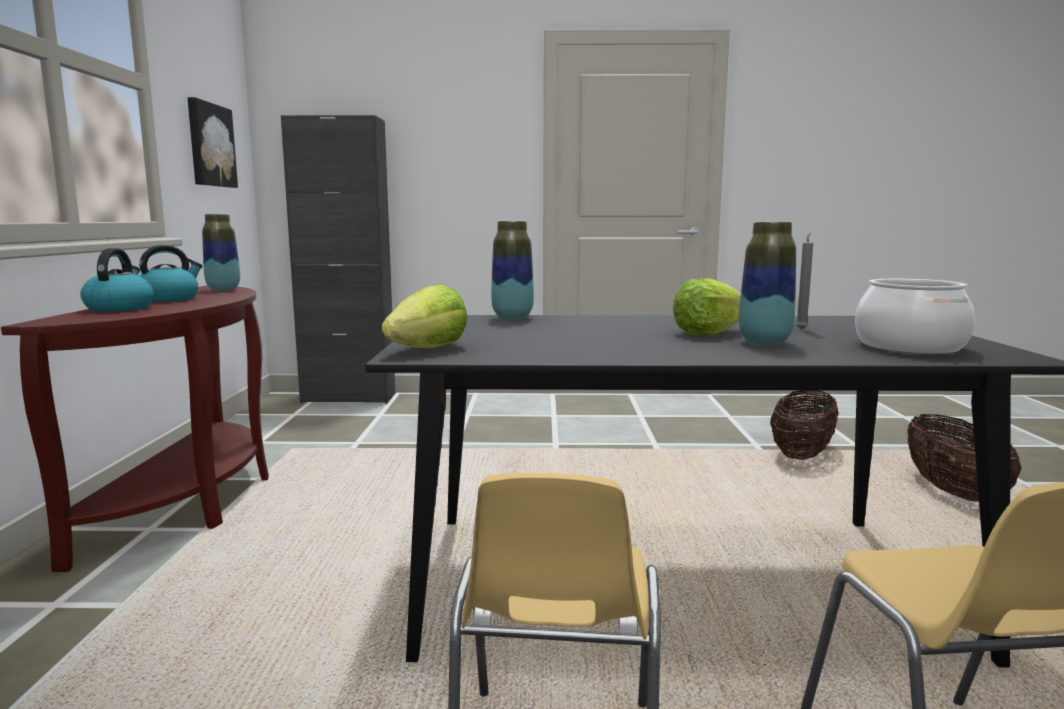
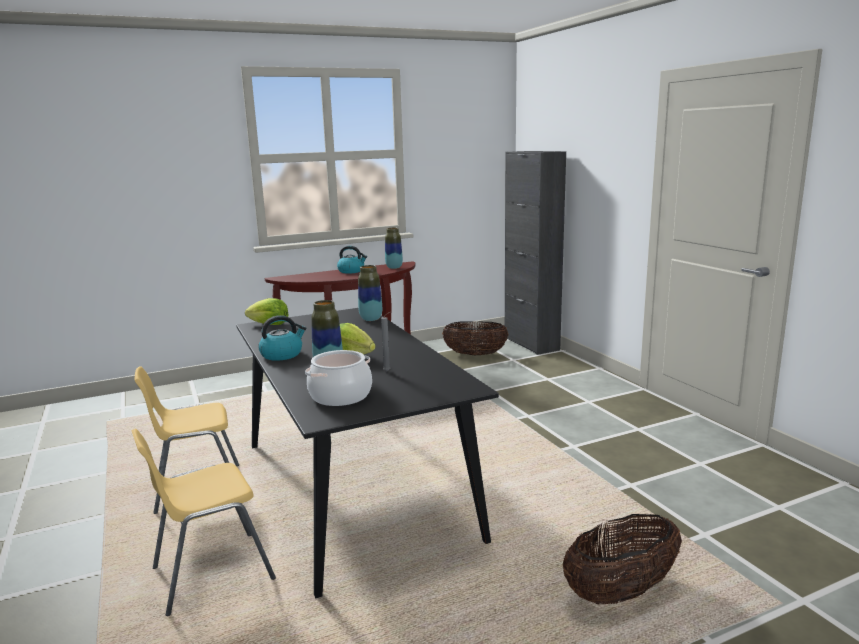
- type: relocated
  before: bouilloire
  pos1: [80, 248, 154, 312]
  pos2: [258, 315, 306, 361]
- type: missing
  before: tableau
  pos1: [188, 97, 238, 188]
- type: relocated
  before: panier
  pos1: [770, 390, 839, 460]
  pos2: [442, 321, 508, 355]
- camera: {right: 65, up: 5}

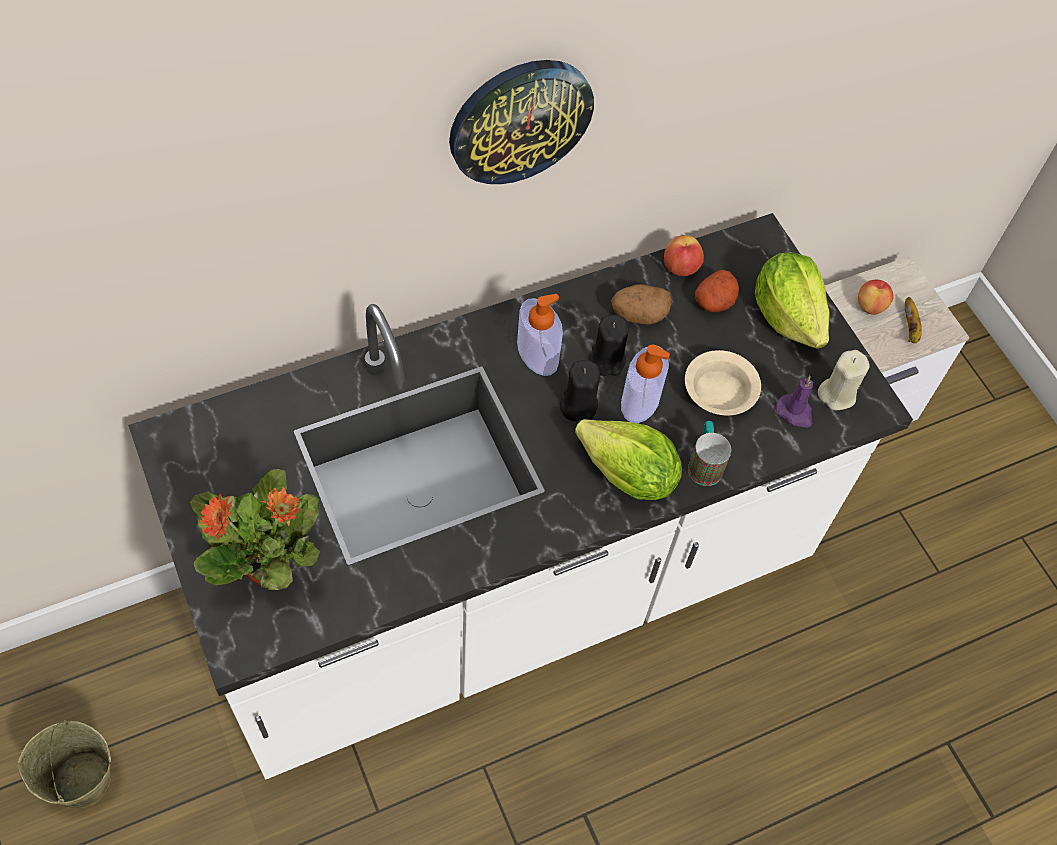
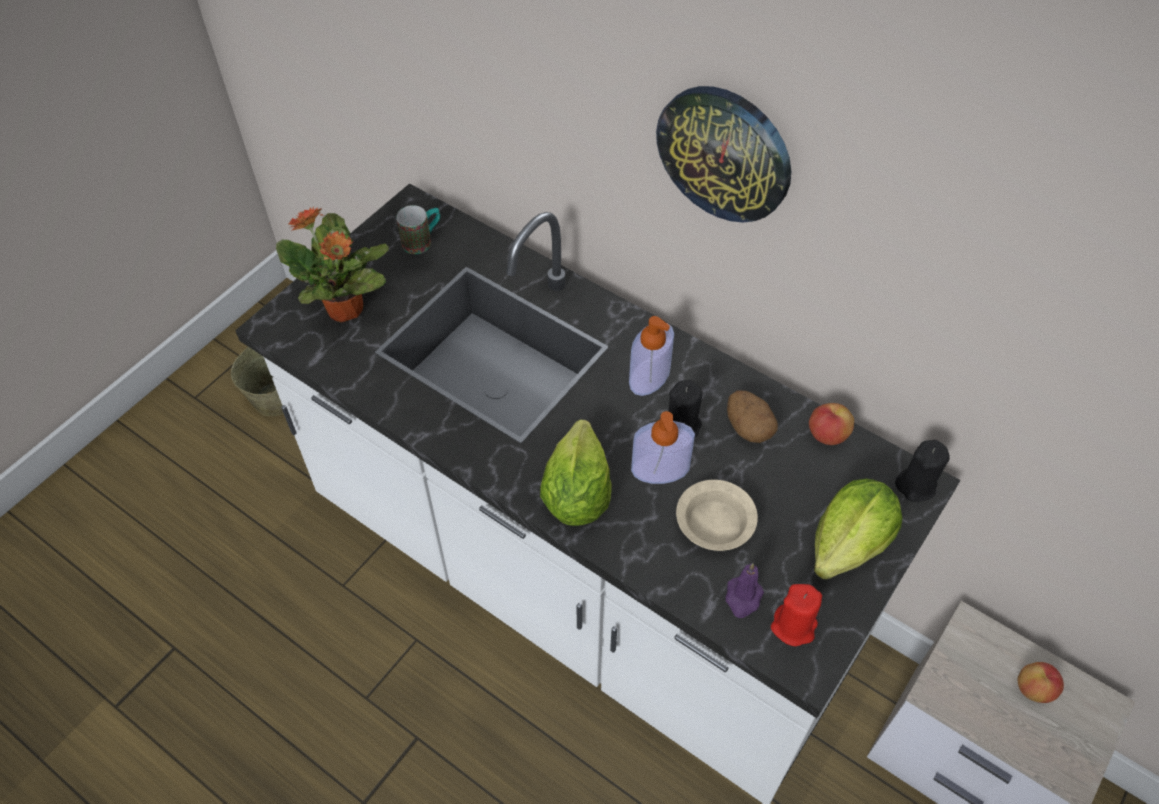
- type: relocated
  before: bougie/noir
  pos1: [560, 360, 600, 421]
  pos2: [895, 440, 950, 502]
- type: relocated
  before: mug
  pos1: [688, 421, 731, 486]
  pos2: [396, 205, 440, 254]
- type: missing
  before: pomme de terre
  pos1: [695, 270, 739, 312]
- type: colour
  before: bougie/beige
  after: bougie/rouge
  pos1: [818, 350, 869, 410]
  pos2: [771, 584, 822, 646]
- type: missing
  before: banane
  pos1: [905, 297, 922, 343]
- camera: {right: 65, up: -5}

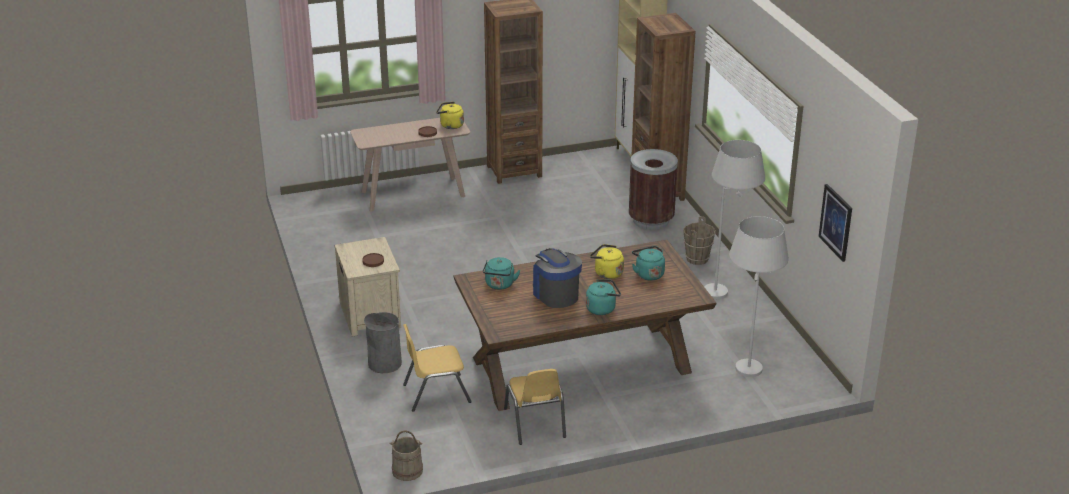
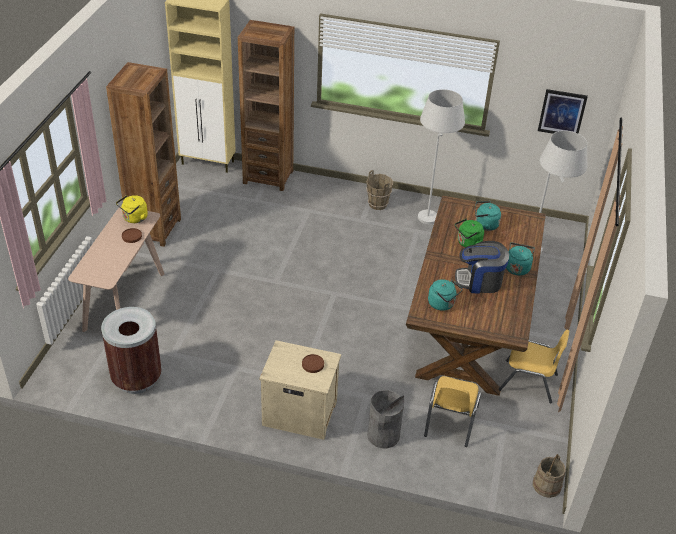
- type: colour
  before: bouilloire/jaune
  after: bouilloire/vert
  pos1: [590, 244, 624, 279]
  pos2: [455, 218, 484, 247]
- type: relocated
  before: poubelle/marron
  pos1: [629, 149, 678, 230]
  pos2: [101, 307, 162, 394]
- camera: {right: -60, up: 10}

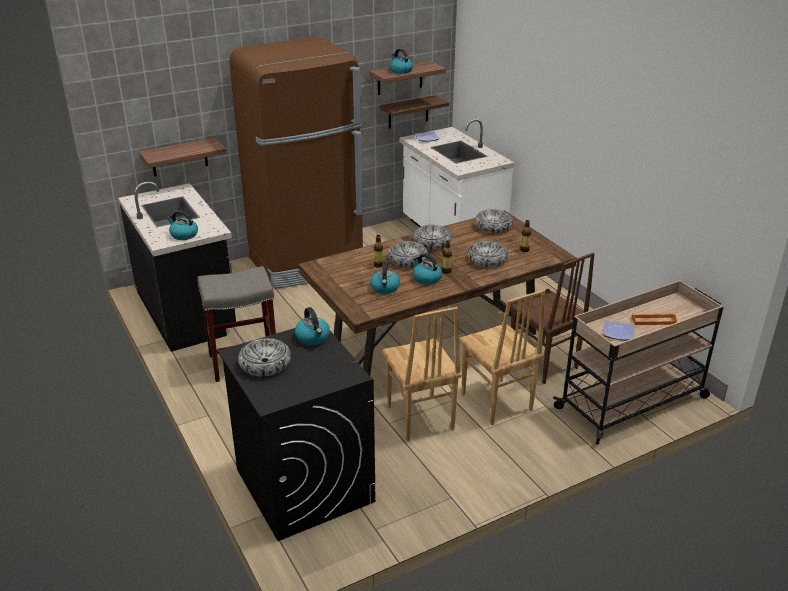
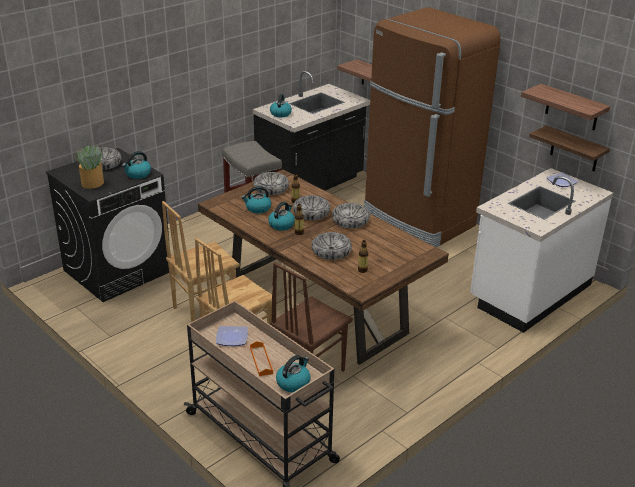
- type: relocated
  before: bouilloire
  pos1: [390, 49, 413, 74]
  pos2: [276, 355, 311, 392]
- type: relocated
  before: bol
  pos1: [475, 209, 512, 233]
  pos2: [253, 172, 289, 195]
- type: appeared
  after: plante en pot
  pos2: [74, 145, 104, 189]
- camera: {right: 75, up: 0}

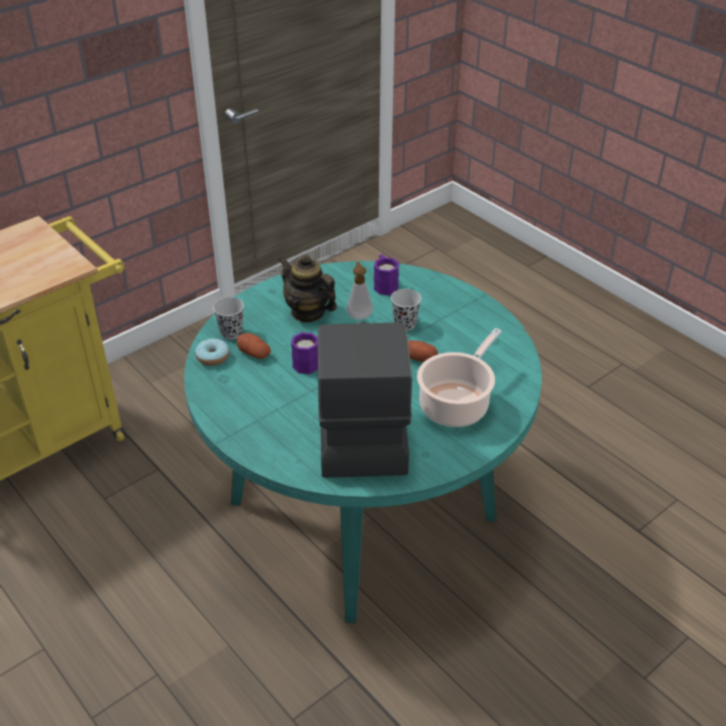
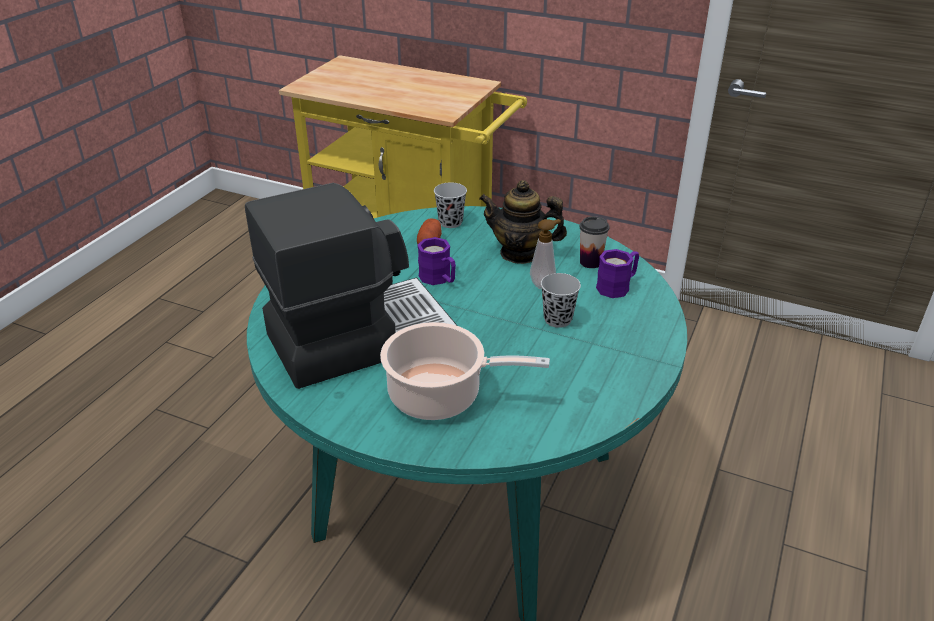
- type: missing
  before: beignet
  pos1: [195, 338, 229, 366]
- type: spun
  before: théière
  pos1: [279, 254, 337, 323]
  pos2: [479, 180, 567, 264]
  turn: -90
- type: missing
  before: pomme de terre
  pos1: [408, 340, 438, 362]
- type: appeared
  after: tasse
  pos2: [579, 216, 609, 268]
- camera: {right: 65, up: -5}

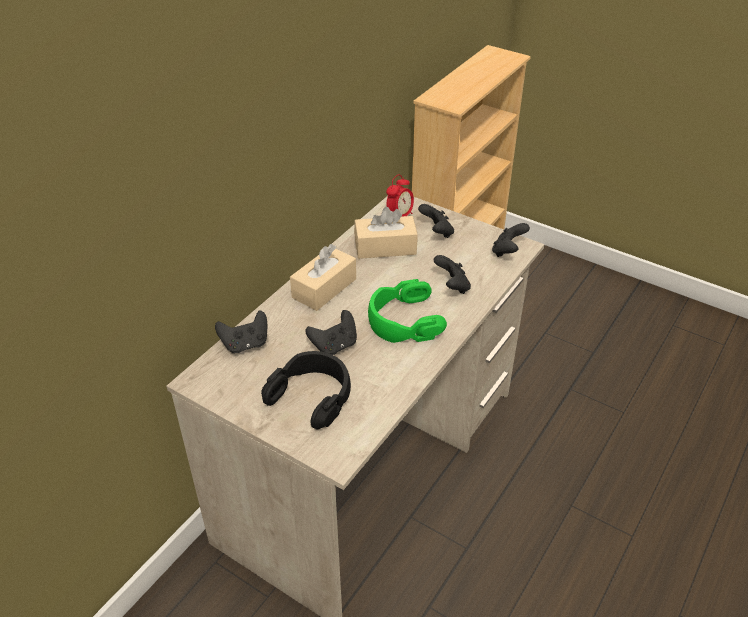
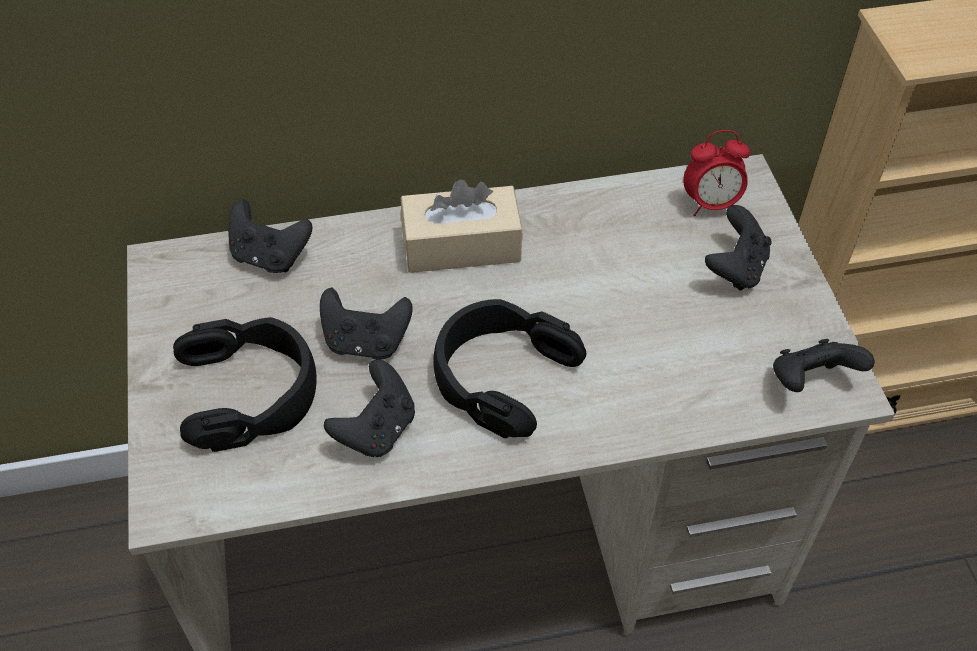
- type: missing
  before: boîte à mouchoirs/beige
  pos1: [354, 207, 418, 259]
- type: colour
  before: casque audio/vert
  after: casque audio/noir
  pos1: [368, 279, 447, 343]
  pos2: [433, 299, 587, 438]
- type: relocated
  before: manette/noir
  pos1: [434, 255, 471, 294]
  pos2: [324, 360, 415, 457]
- camera: {right: 45, up: 10}

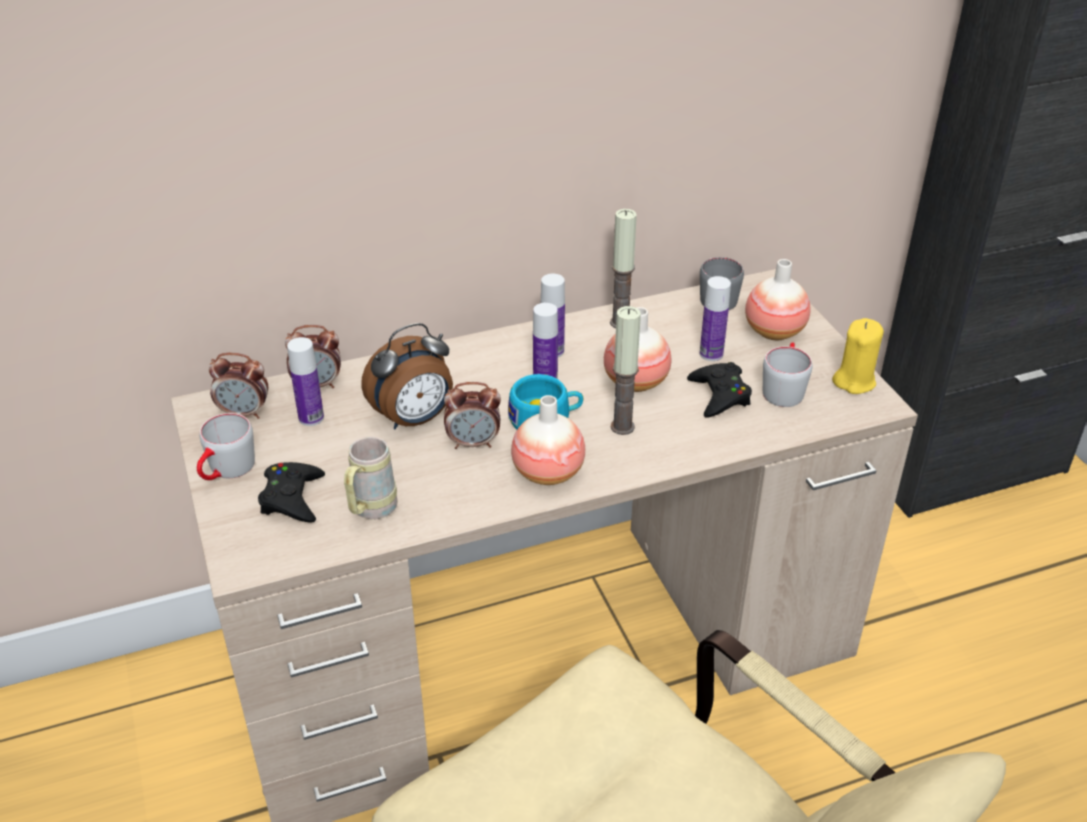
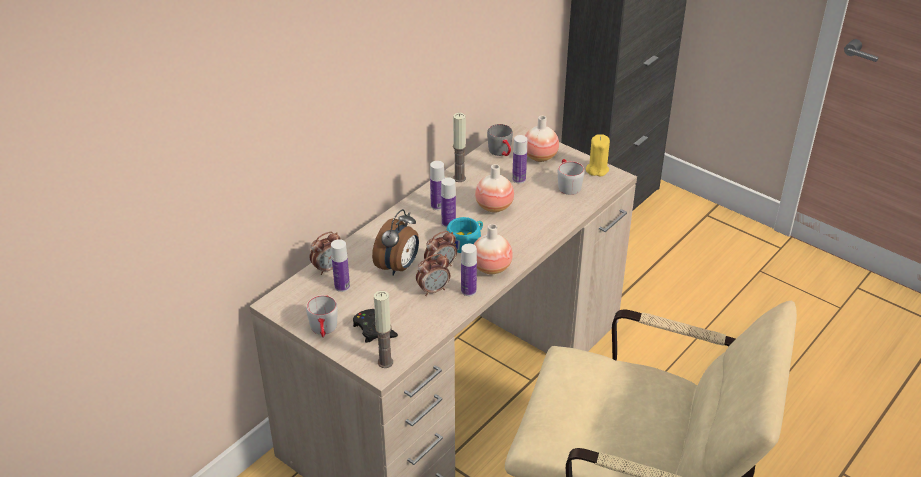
- type: relocated
  before: réveil
  pos1: [209, 353, 268, 419]
  pos2: [416, 254, 450, 296]
- type: missing
  before: mug/beige
  pos1: [344, 437, 397, 519]
- type: relocated
  before: bougie
  pos1: [611, 306, 641, 435]
  pos2: [374, 291, 393, 368]
- type: missing
  before: manette/noir
  pos1: [687, 362, 752, 417]
- type: appeared
  after: bouteille
  pos2: [461, 244, 477, 296]
- camera: {right: -30, up: 0}

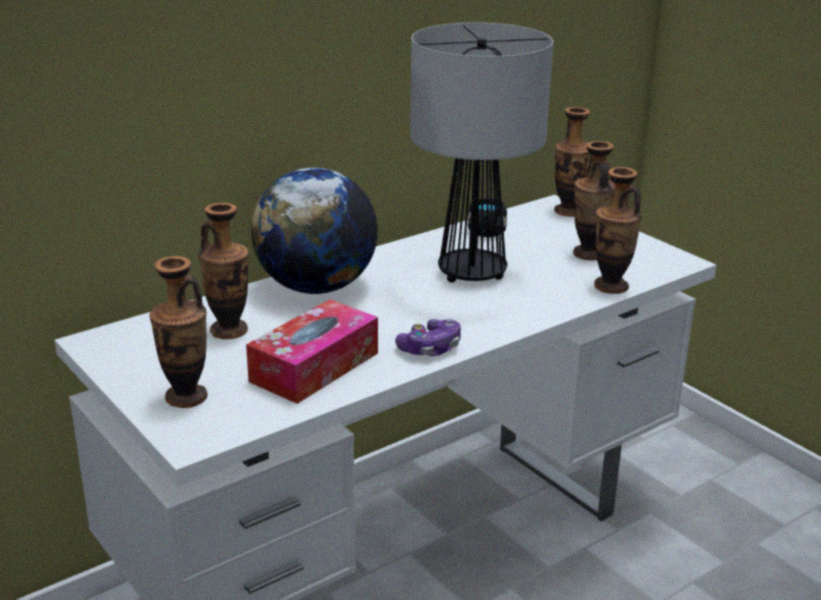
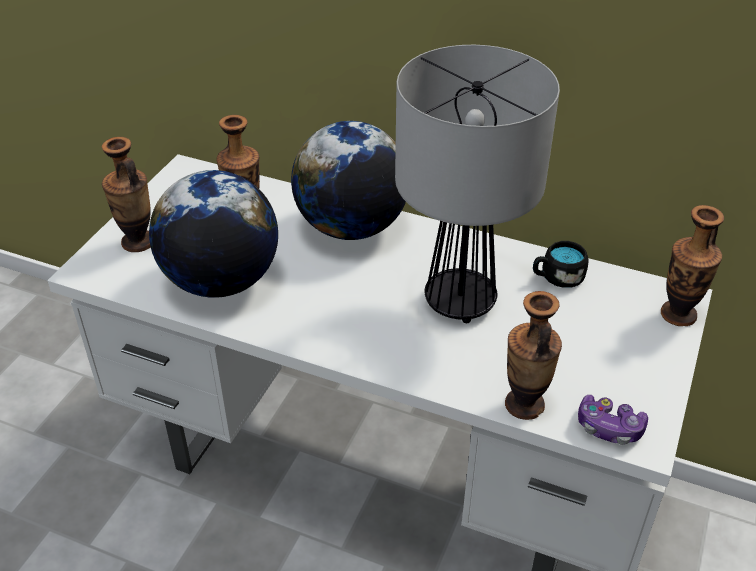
- type: exchanged
  before: boîte à mouchoirs
  after: globe
  pos1: [246, 299, 378, 404]
  pos2: [149, 170, 278, 298]
- type: relocated
  before: manette
  pos1: [395, 319, 461, 356]
  pos2: [578, 395, 648, 445]
- type: missing
  before: vase
  pos1: [573, 141, 615, 261]
- camera: {right: 60, up: 15}

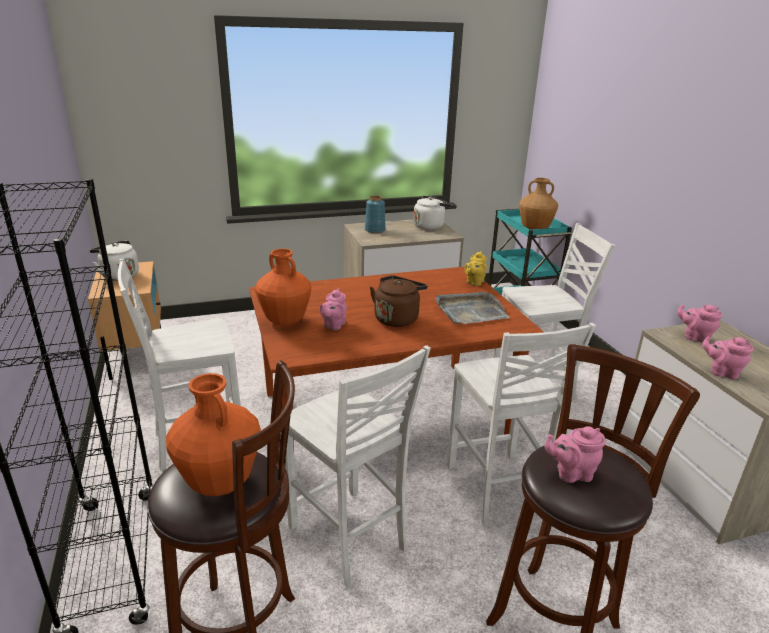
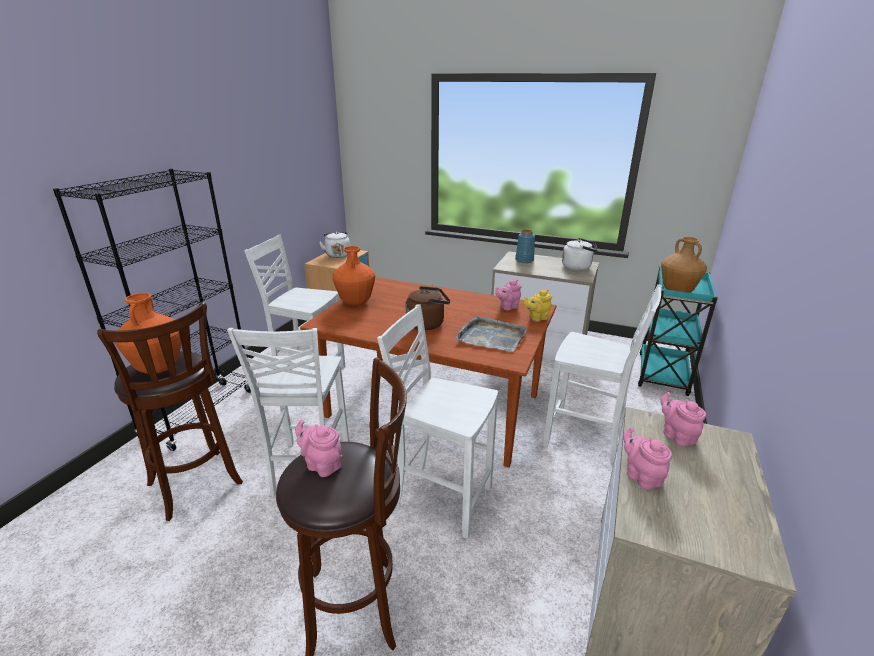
- type: relocated
  before: théière/rose
  pos1: [320, 288, 347, 330]
  pos2: [495, 280, 521, 310]
- type: spun
  before: chaise/blanc
  pos1: [447, 323, 596, 526]
  pos2: [377, 304, 498, 539]
  turn: 90
- camera: {right: 40, up: 0}

